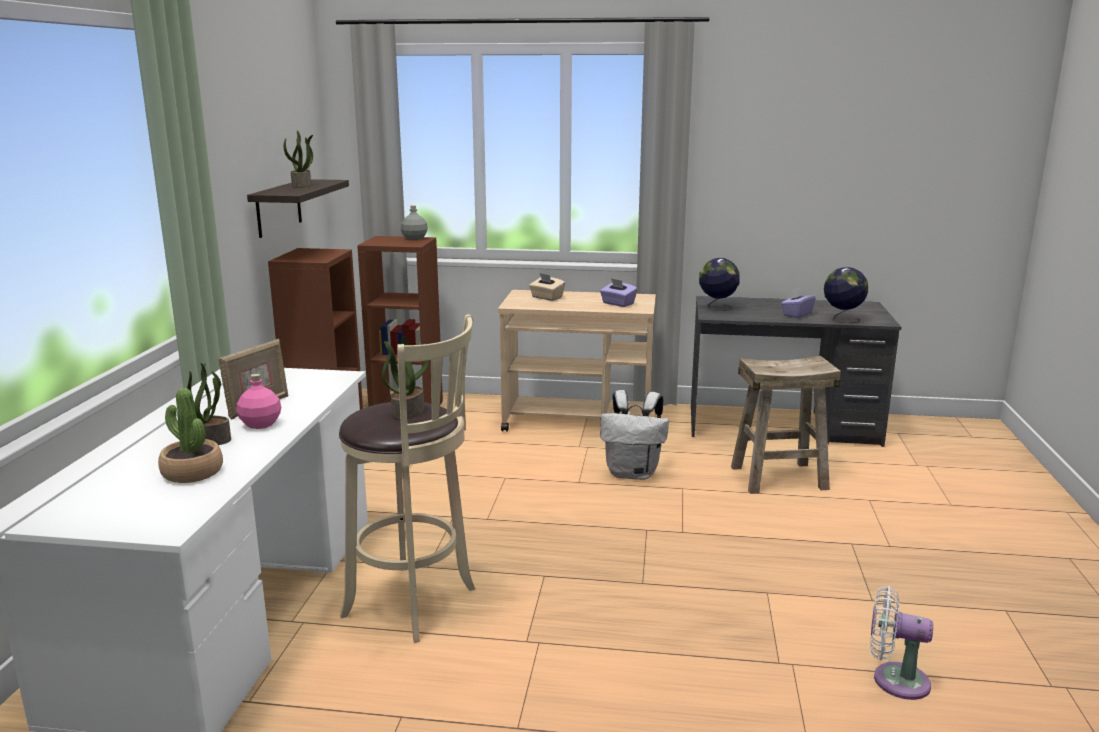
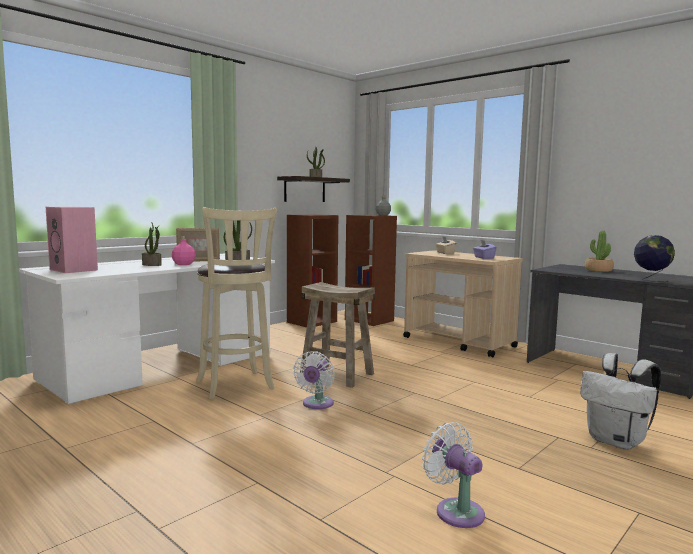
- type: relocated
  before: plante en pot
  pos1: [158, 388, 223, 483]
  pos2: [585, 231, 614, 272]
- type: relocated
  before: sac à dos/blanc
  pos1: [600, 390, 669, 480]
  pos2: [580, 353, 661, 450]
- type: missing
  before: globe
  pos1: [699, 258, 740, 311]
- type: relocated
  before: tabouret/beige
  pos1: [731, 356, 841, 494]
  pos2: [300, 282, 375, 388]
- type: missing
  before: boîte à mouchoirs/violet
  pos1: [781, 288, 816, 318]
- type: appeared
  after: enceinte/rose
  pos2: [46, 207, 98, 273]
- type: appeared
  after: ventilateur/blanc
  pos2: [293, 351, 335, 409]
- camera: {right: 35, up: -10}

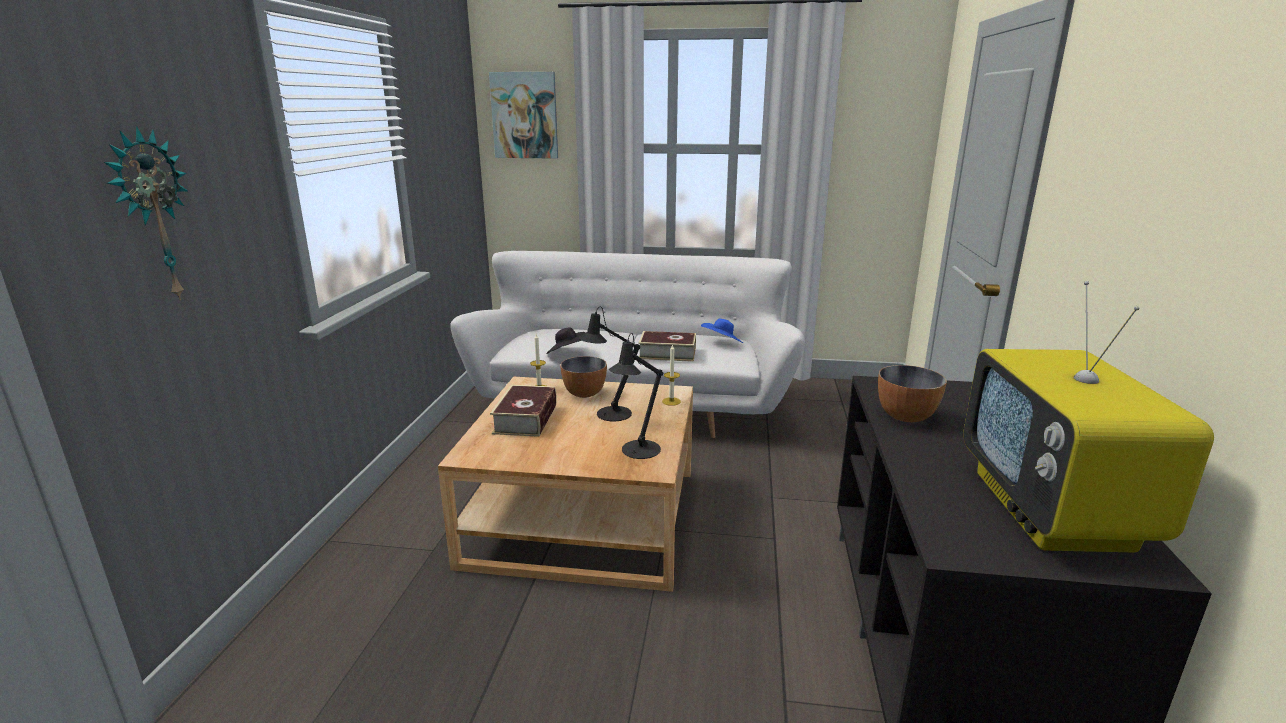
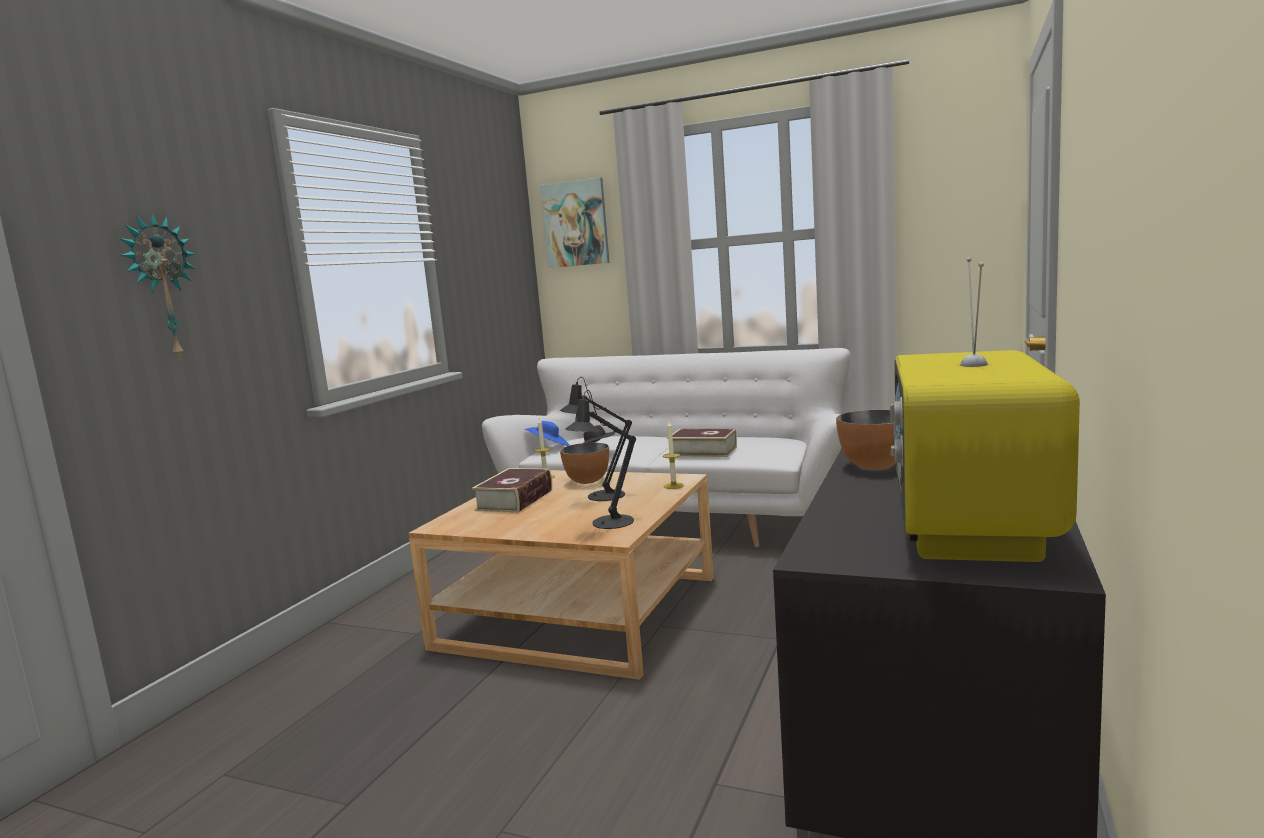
- type: relocated
  before: chapeau/bleu
  pos1: [701, 318, 743, 343]
  pos2: [525, 421, 570, 446]
- camera: {right: 15, up: -10}

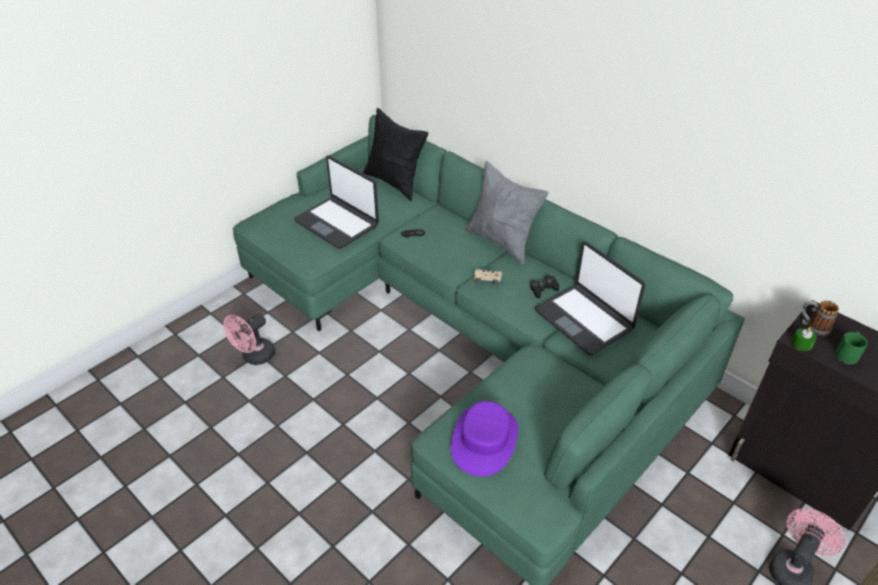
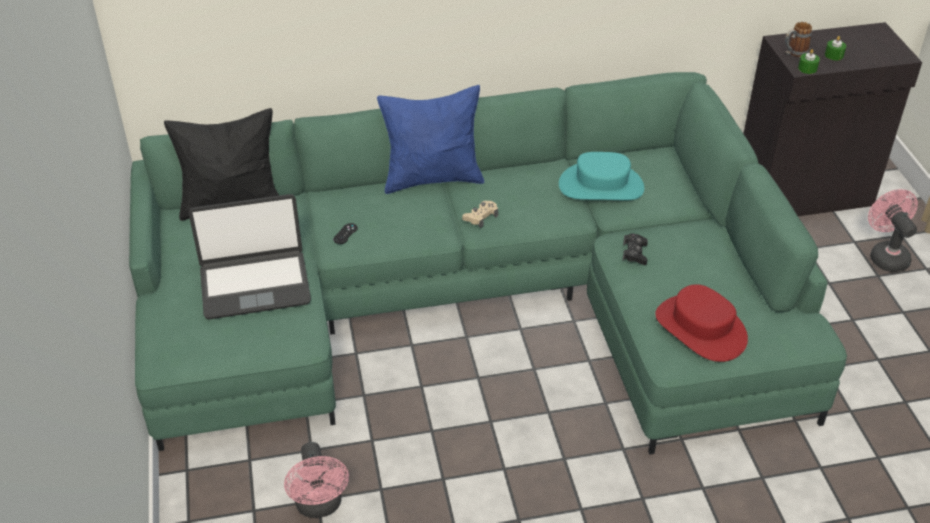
- type: colour
  before: chapeau/violet
  after: chapeau/rouge
  pos1: [451, 401, 518, 477]
  pos2: [655, 284, 748, 362]
- type: colour
  before: coussin/gris
  after: coussin/bleu
  pos1: [465, 161, 548, 265]
  pos2: [377, 85, 484, 194]
- type: relocated
  before: manette/noir
  pos1: [530, 275, 560, 298]
  pos2: [623, 233, 648, 265]
- type: exchanged
  before: ordinateur portable
  after: chapeau/turquoise
  pos1: [535, 242, 646, 355]
  pos2: [559, 152, 644, 200]
- type: exchanged
  before: mug/vert
  after: bougie/vert
  pos1: [835, 331, 868, 365]
  pos2: [825, 36, 846, 60]
- camera: {right: -55, up: 0}

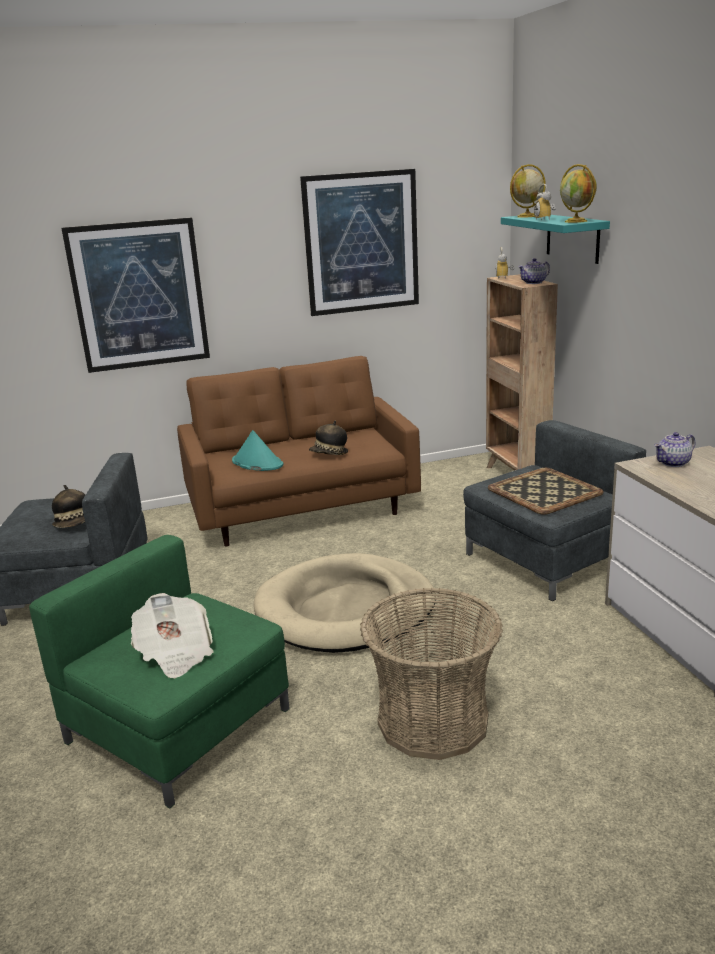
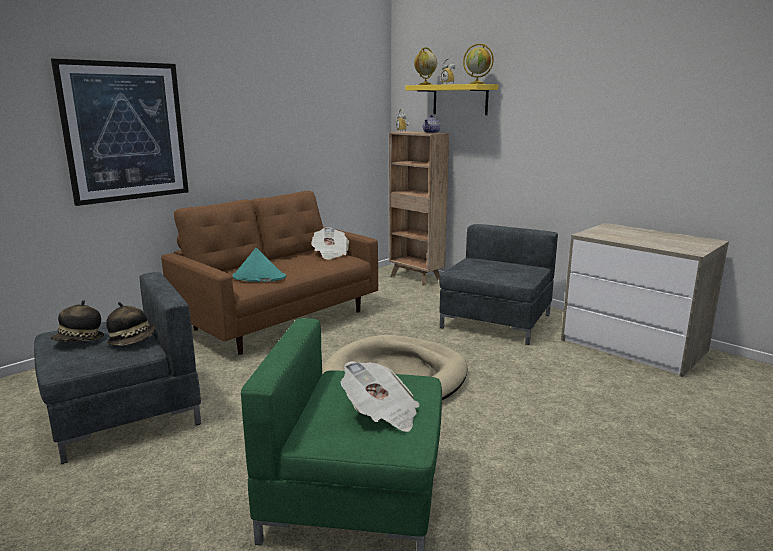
- type: missing
  before: tableau
  pos1: [300, 169, 419, 316]
- type: relocated
  before: chapeau
  pos1: [309, 421, 348, 455]
  pos2: [51, 300, 104, 342]
- type: missing
  before: panier
  pos1: [360, 588, 503, 760]
- type: missing
  before: plateau
  pos1: [488, 468, 604, 515]
- type: colour
  before: étagère/turquoise
  after: étagère/jaune
  pos1: [501, 215, 610, 264]
  pos2: [405, 84, 498, 115]
- type: missing
  before: théière
  pos1: [654, 432, 695, 467]
- type: appeared
  after: journal
  pos2: [311, 227, 349, 259]
- camera: {right: -30, up: -5}

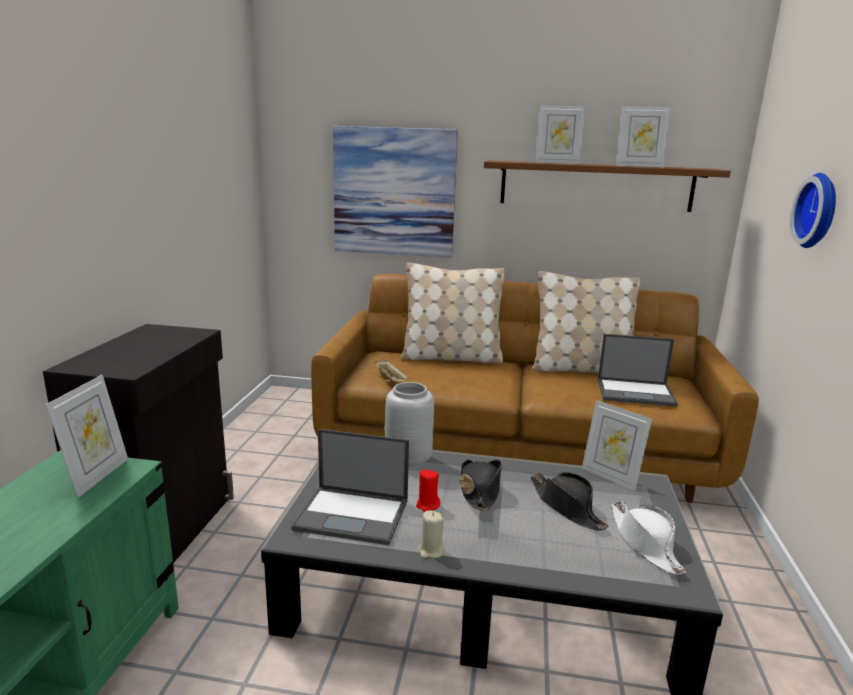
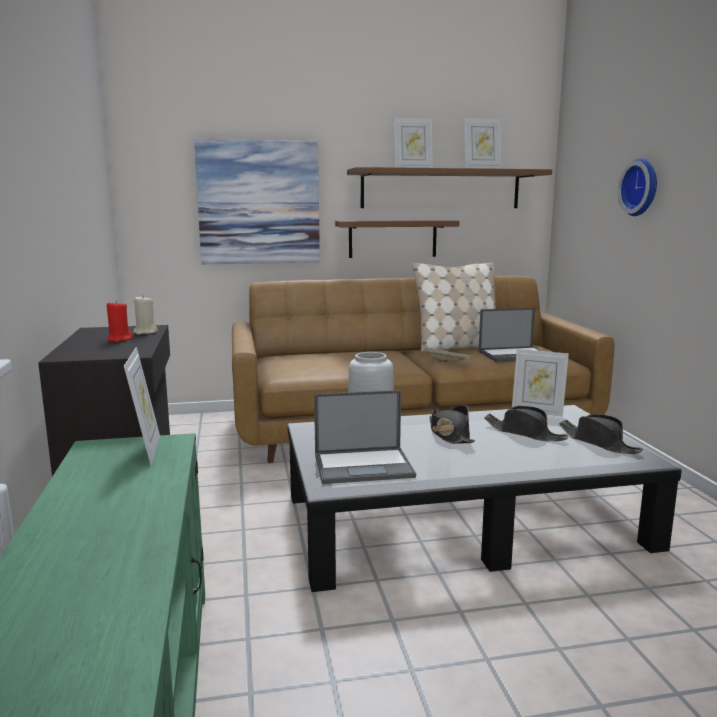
- type: relocated
  before: plateau/beige
  pos1: [375, 360, 409, 382]
  pos2: [424, 348, 472, 363]
- type: missing
  before: coussin/beige
  pos1: [401, 263, 505, 364]
- type: relocated
  before: bougie/rouge
  pos1: [416, 470, 440, 512]
  pos2: [107, 300, 133, 342]
- type: relocated
  before: bougie/beige
  pos1: [418, 511, 445, 558]
  pos2: [133, 295, 158, 335]
- type: colour
  before: chapeau/blanc
  after: chapeau/noir
  pos1: [611, 501, 686, 575]
  pos2: [559, 414, 643, 454]
- type: appeared
  after: étagère/marron
  pos2: [335, 220, 460, 258]
- camera: {right: -20, up: -5}

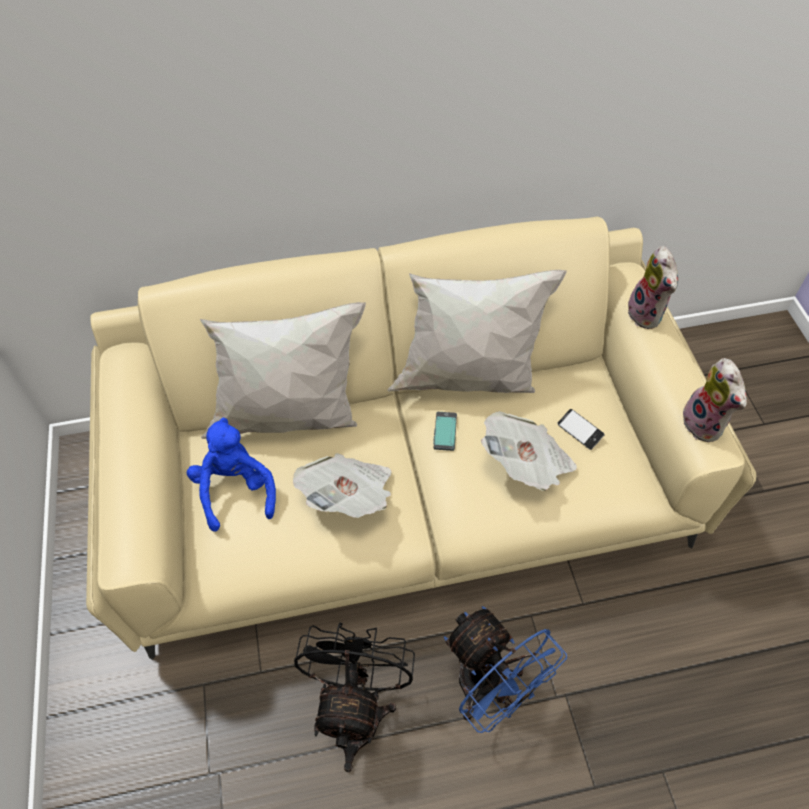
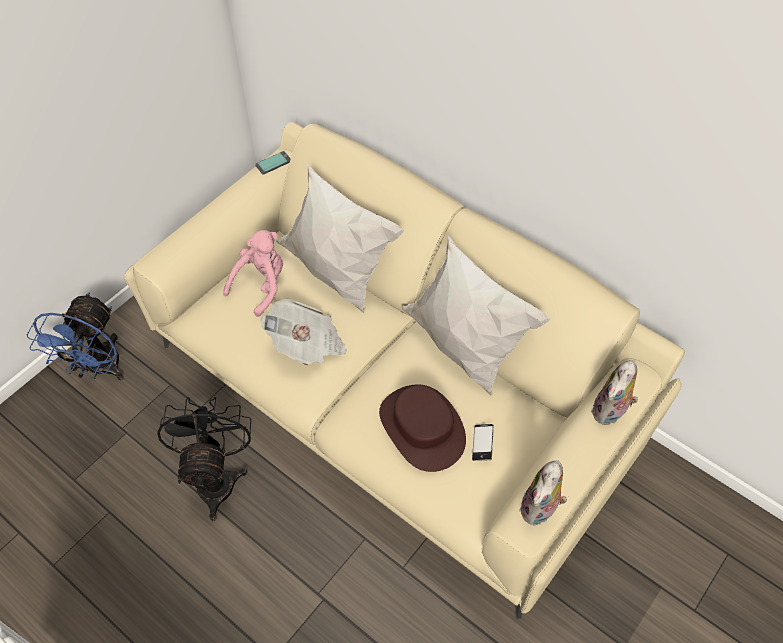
- type: colour
  before: peluche/bleu
  after: peluche/rose
  pos1: [187, 417, 276, 532]
  pos2: [223, 230, 283, 317]
- type: spun
  before: ventilateur/noir
  pos1: [294, 622, 415, 772]
  pos2: [157, 397, 251, 521]
  turn: -60
- type: relocated
  before: téléphone
  pos1: [433, 412, 457, 451]
  pos2: [255, 151, 291, 175]
- type: relocated
  before: ventilateur/bleu
  pos1: [444, 606, 567, 733]
  pos2: [27, 292, 124, 381]
- type: exchanged
  before: journal
  after: chapeau/marron
  pos1: [481, 411, 577, 491]
  pos2: [379, 384, 466, 472]
- camera: {right: 50, up: 0}

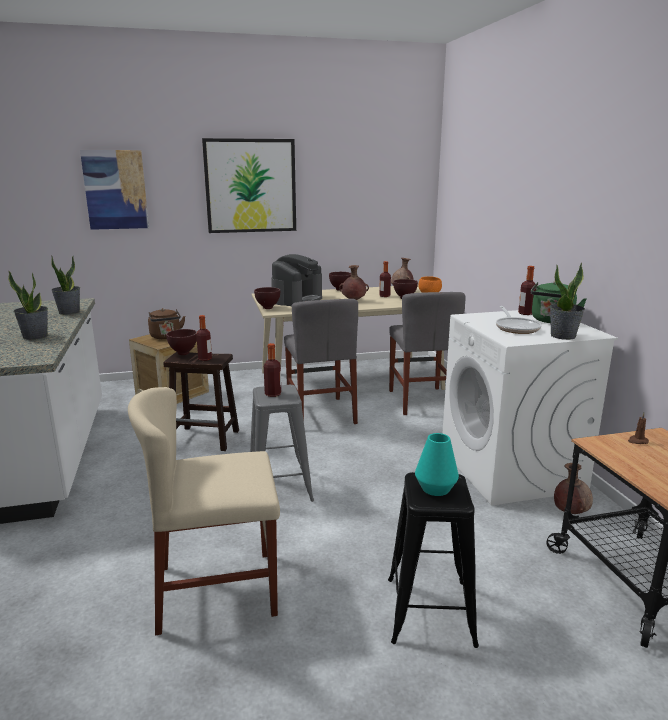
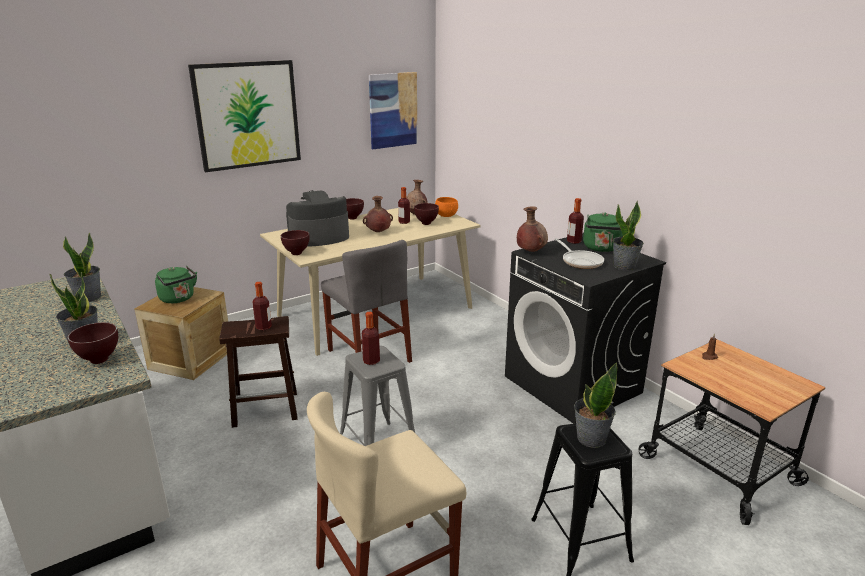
- type: relocated
  before: tableau
  pos1: [80, 150, 149, 230]
  pos2: [369, 72, 418, 149]
- type: colour
  before: bouilloire/marron
  after: bouilloire/vert
  pos1: [148, 308, 185, 339]
  pos2: [155, 266, 197, 303]
- type: relocated
  before: bol/marron
  pos1: [166, 329, 197, 355]
  pos2: [68, 322, 118, 364]
- type: spun
  before: machine à café
  pos1: [271, 254, 322, 306]
  pos2: [286, 190, 349, 247]
  turn: -120
- type: missing
  before: chaise/gris
  pos1: [389, 292, 466, 415]
- type: exchanged
  before: vase/turquoise
  after: plante en pot
  pos1: [415, 433, 459, 496]
  pos2: [574, 362, 617, 448]
- type: colour
  before: lave-linge/blanc
  after: lave-linge/noir
  pos1: [442, 310, 618, 506]
  pos2: [505, 233, 666, 424]
- type: relocated
  before: vase/marron
  pos1: [554, 463, 593, 514]
  pos2: [517, 206, 548, 252]
- camera: {right: -20, up: 5}

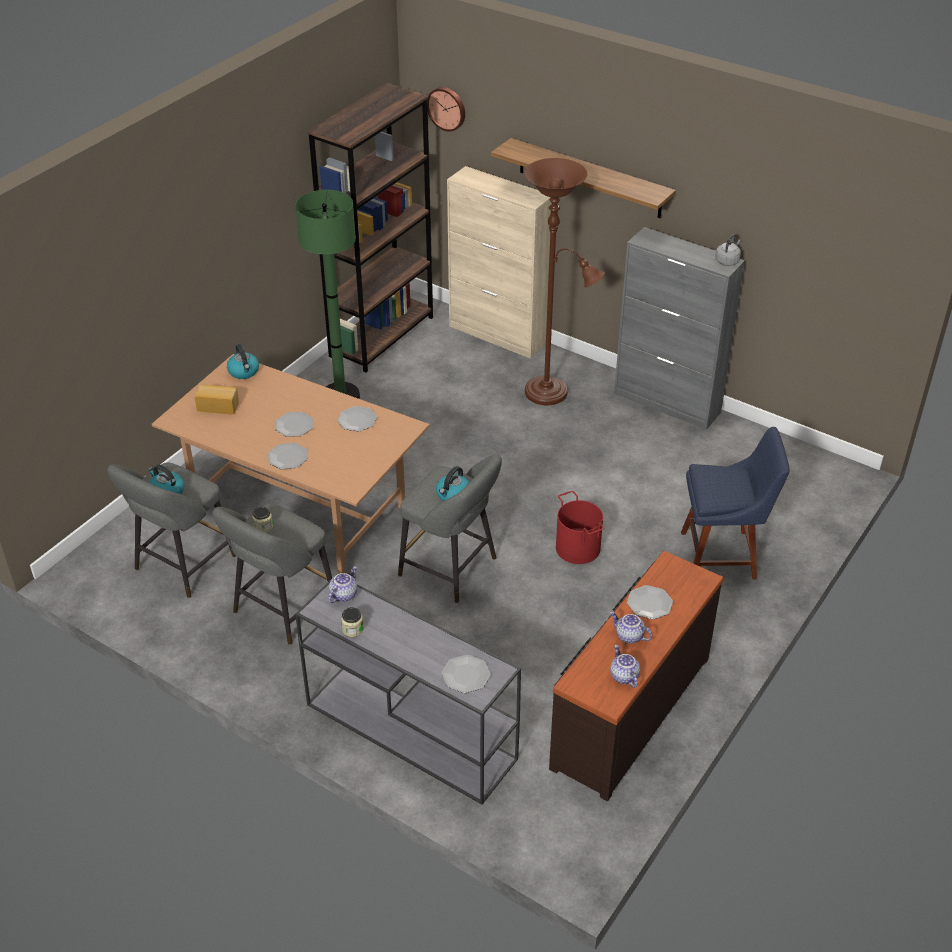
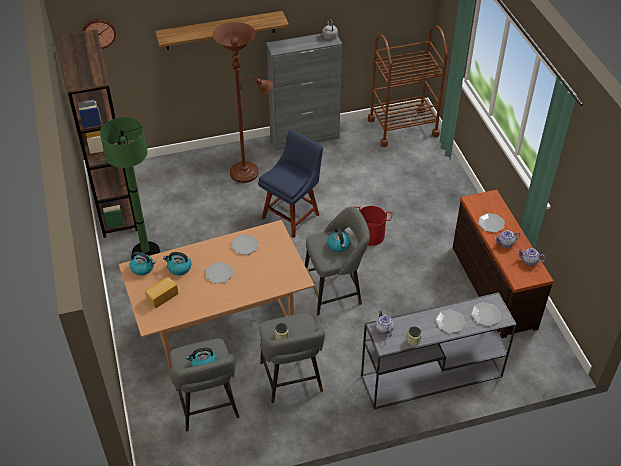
- type: relocated
  before: assiette
  pos1: [268, 443, 308, 469]
  pos2: [435, 309, 466, 333]
- type: missing
  before: meuble de rangement/beige
  pos1: [447, 166, 552, 359]
- type: relocated
  before: chaise/bleu
  pos1: [681, 427, 790, 580]
  pos2: [258, 130, 323, 238]
- type: appeared
  after: bouilloire
  pos2: [163, 252, 191, 275]
- type: appeared
  after: chariot/marron
  pos2: [368, 26, 448, 147]
- camera: {right: -50, up: 5}

